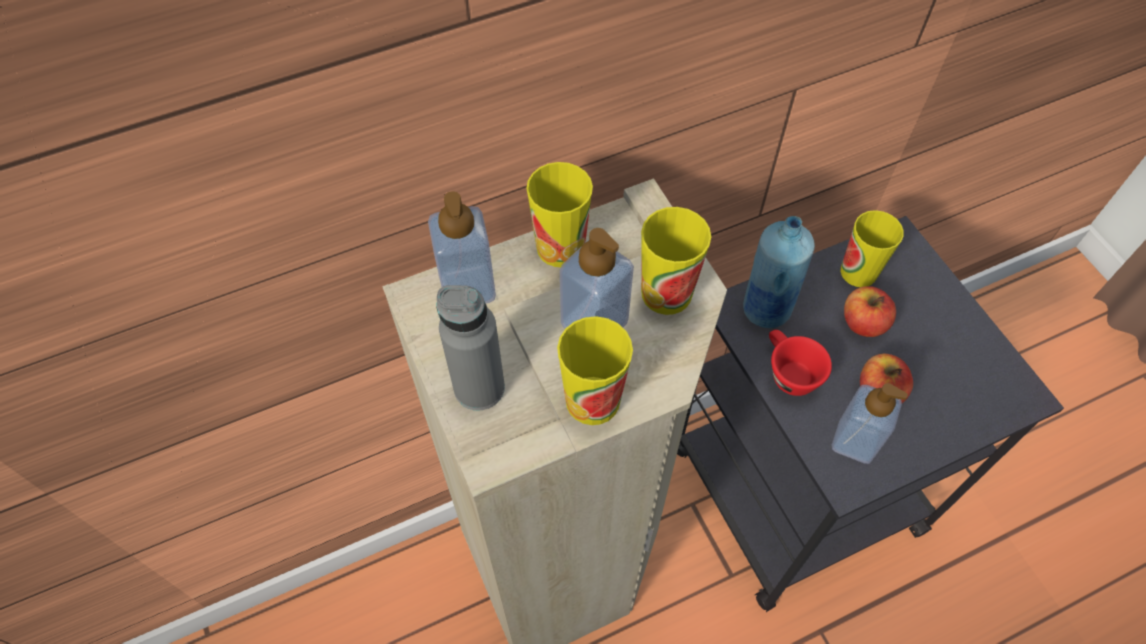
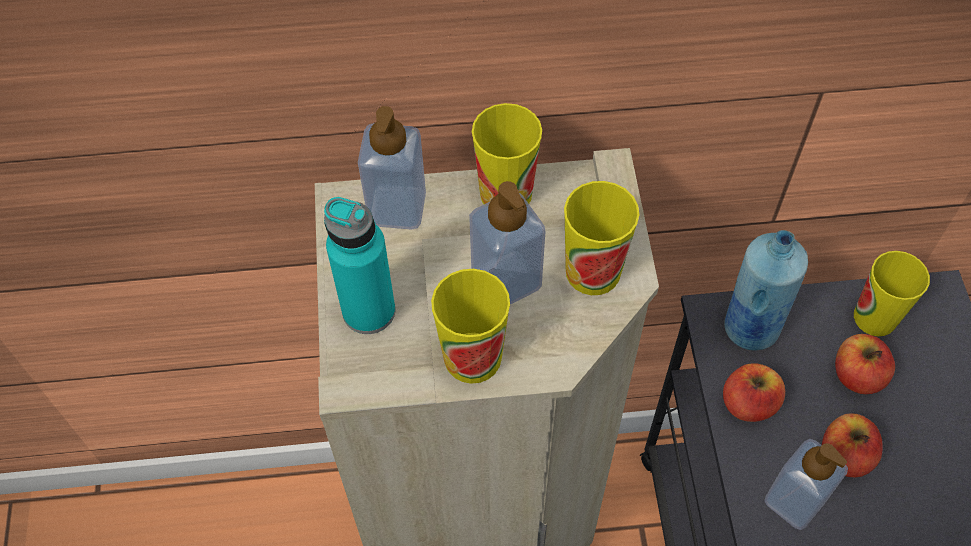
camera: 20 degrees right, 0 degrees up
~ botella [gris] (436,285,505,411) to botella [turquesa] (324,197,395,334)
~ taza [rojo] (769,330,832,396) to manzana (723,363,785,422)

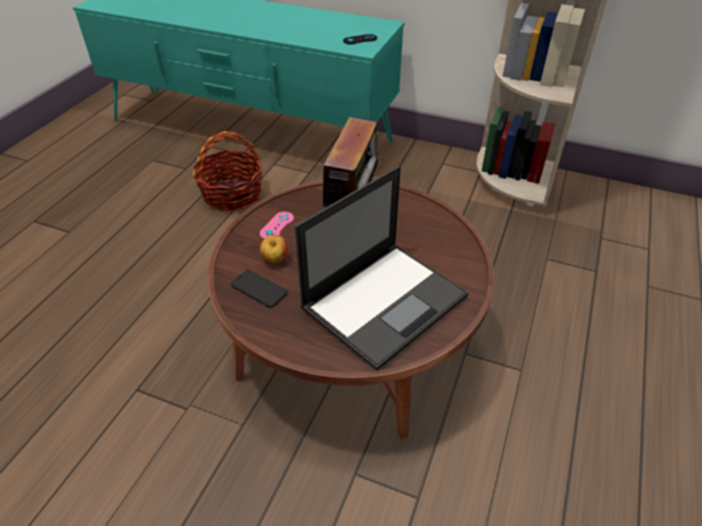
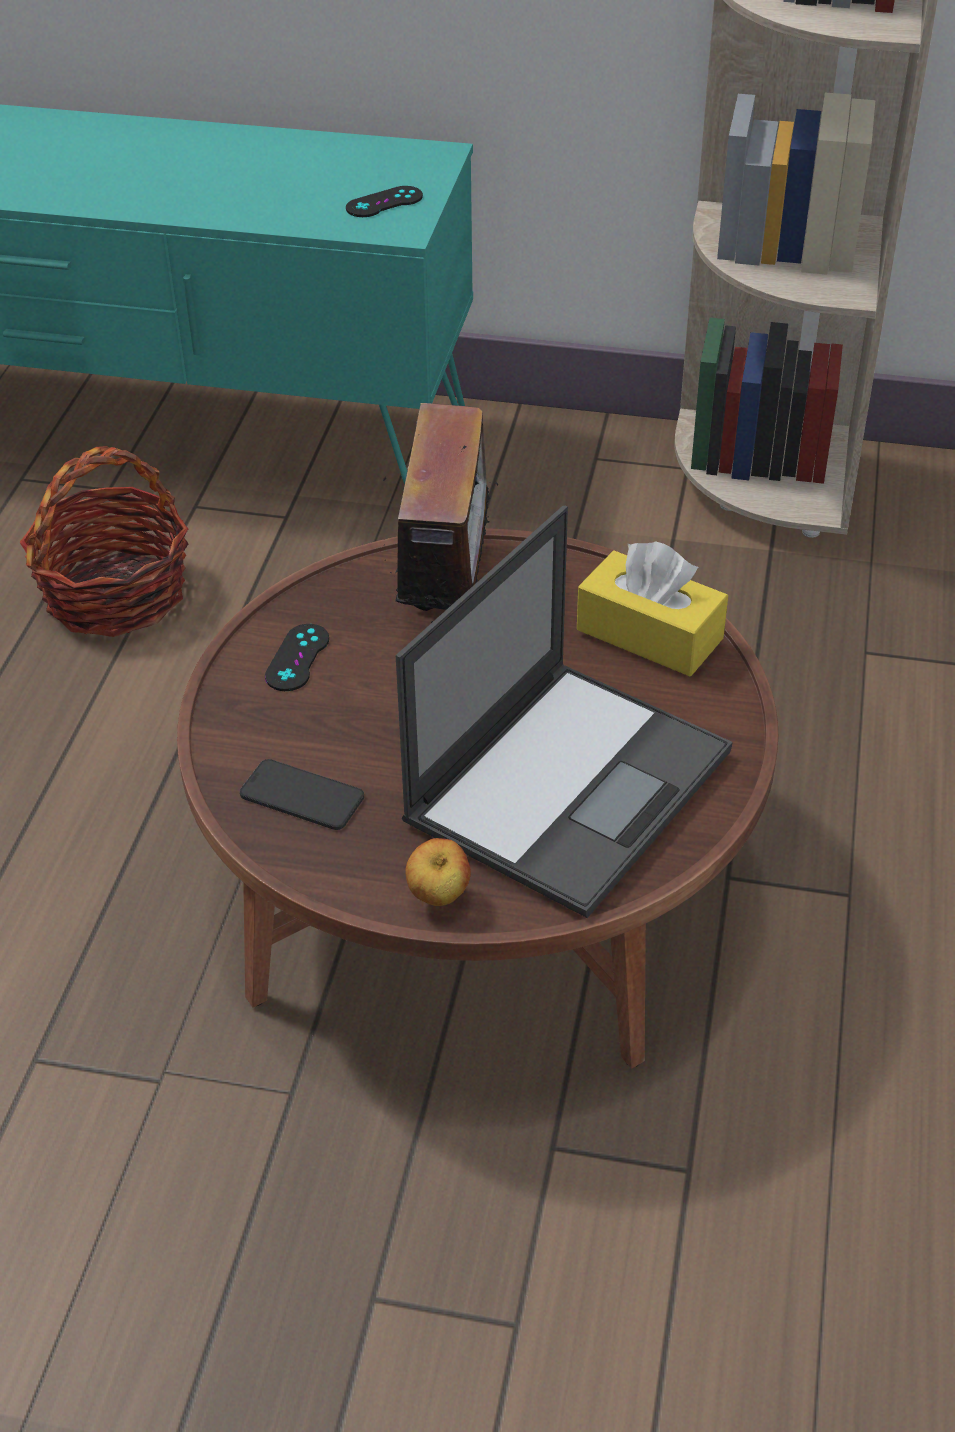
camera: 10 degrees left, 0 degrees up
~ mando de consola [rosa] (260,212,294,239) to mando de consola [negro] (265,624,329,691)
~ manzana (260,235,288,263) to (405,838,471,906)
+ caja de pañuelos [amarillo] (577,541,728,676)

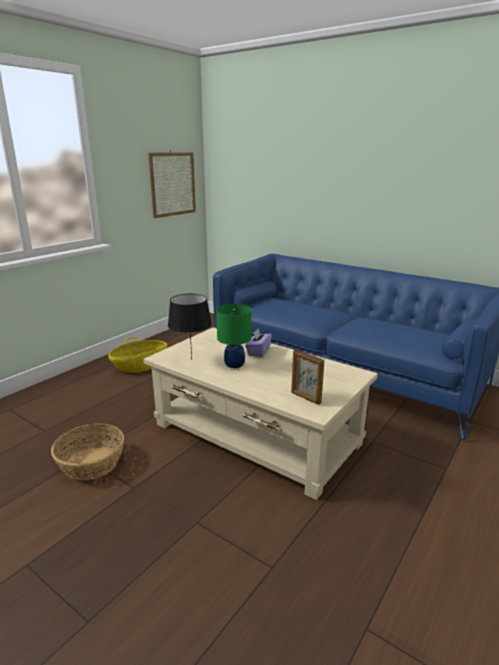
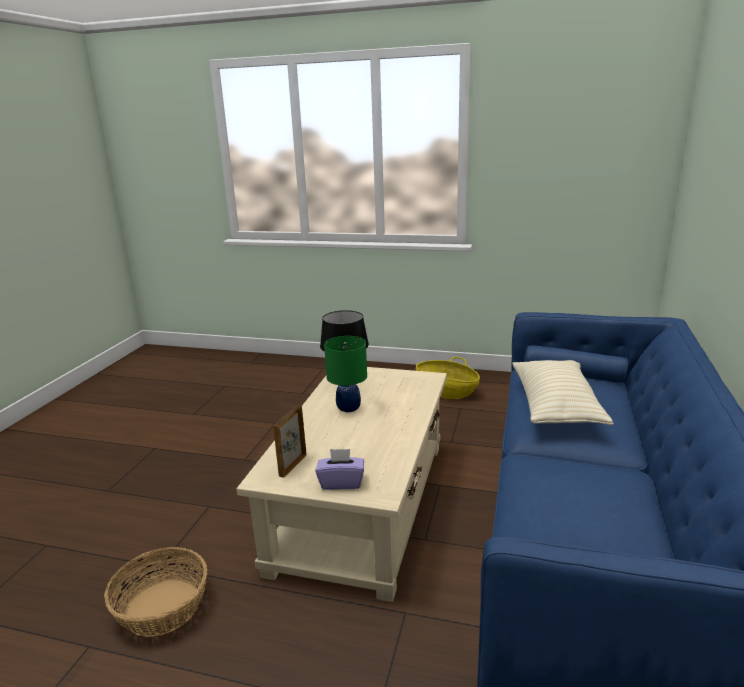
camera: 70 degrees right, 0 degrees up
~ cesta (51,423,124,480) to (104,547,207,637)
- cuadro (148,150,196,218)
~ caja de pañuelos [morado] (245,328,272,357) to (315,449,364,490)
+ cojín [beis] (512,360,614,425)

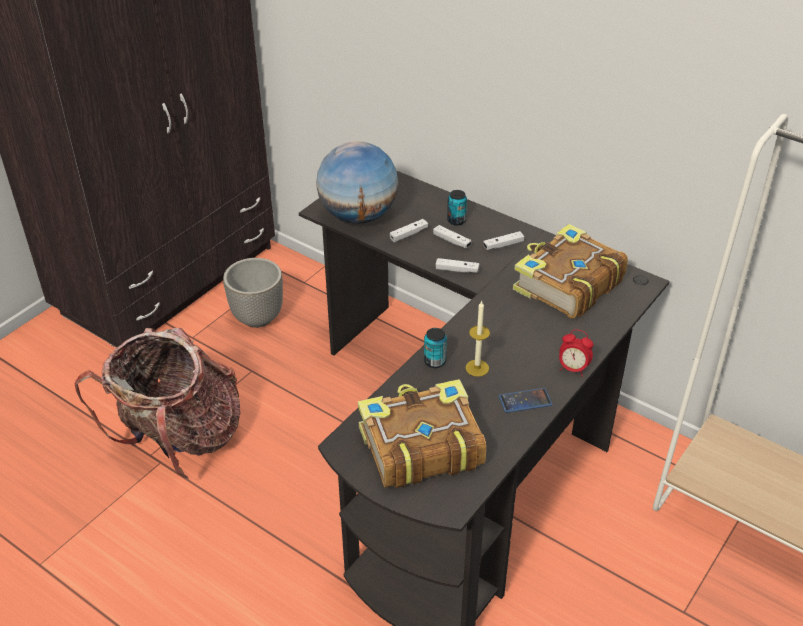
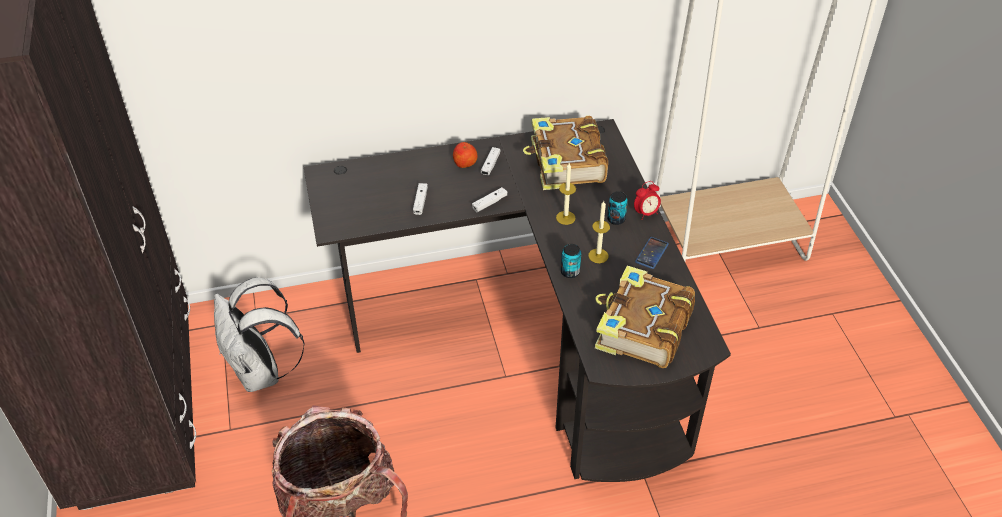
camera: 50 degrees left, 5 degrees up
~ maceta (223,258,283,328) to mochila [blanco] (214,277,305,392)
- globo terráqueo (317,141,398,224)
- mando de consola [blanco] (433,225,471,248)
~ lata (447,190,467,226) to (607,191,628,225)
+ manzana (453,142,478,168)
+ vela (556,163,576,225)

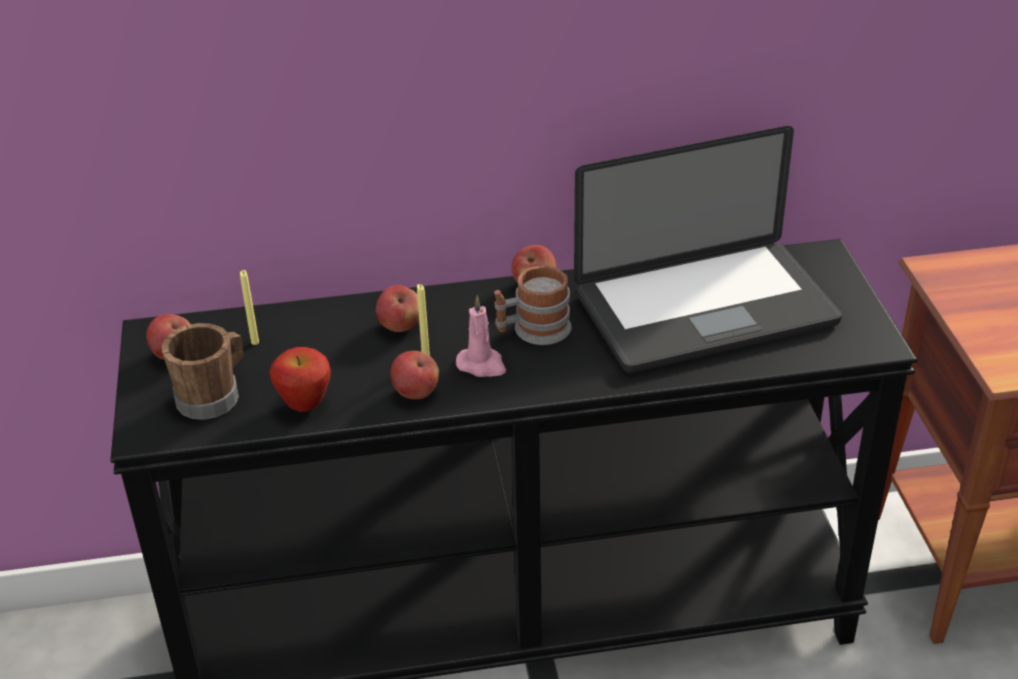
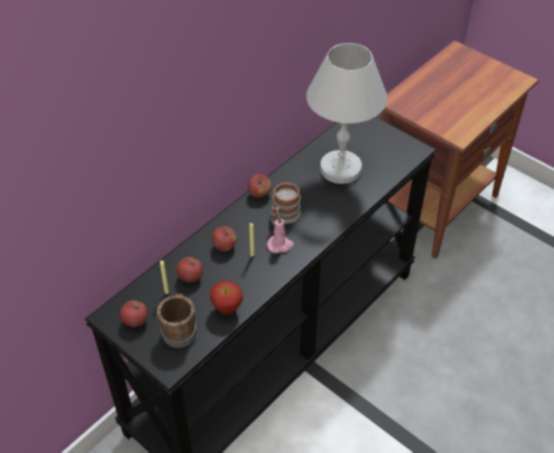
camera: 40 degrees left, 10 degrees up
~ manzana (390,351,439,399) to (177,257,203,283)
~ portátil (574,126,842,373) to lámpara de mesa [blanco] (306,43,387,184)

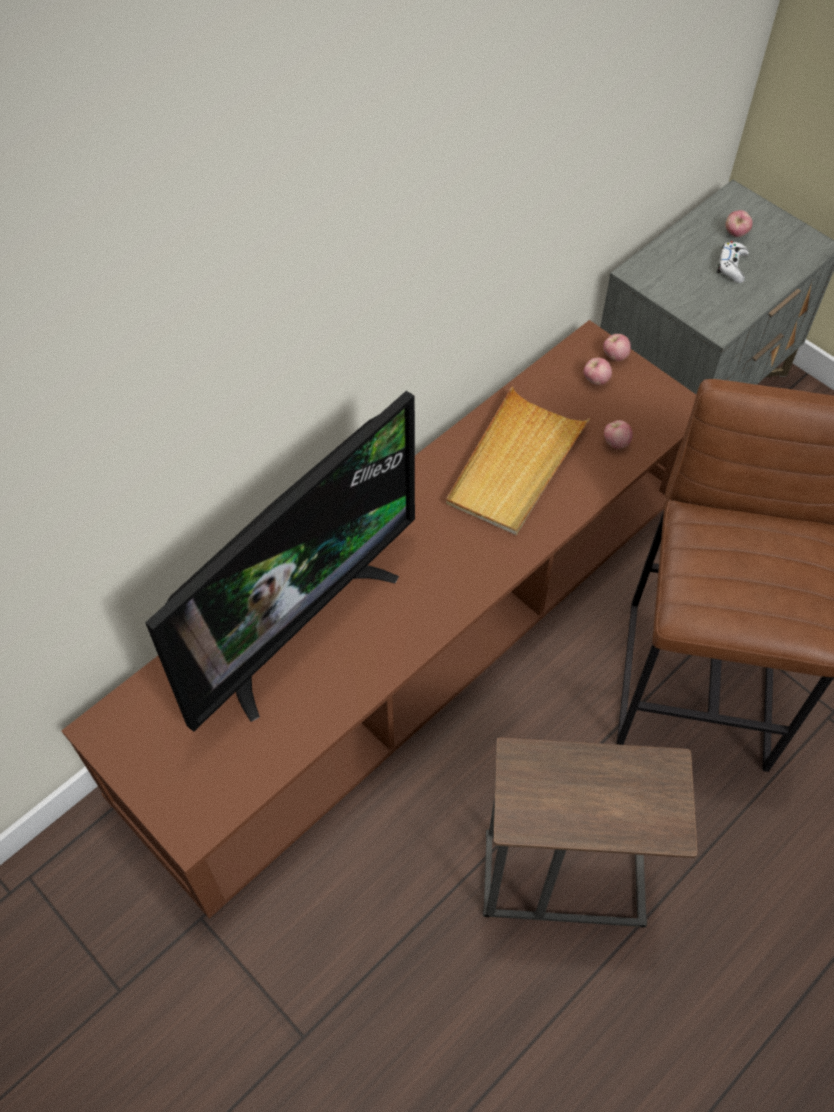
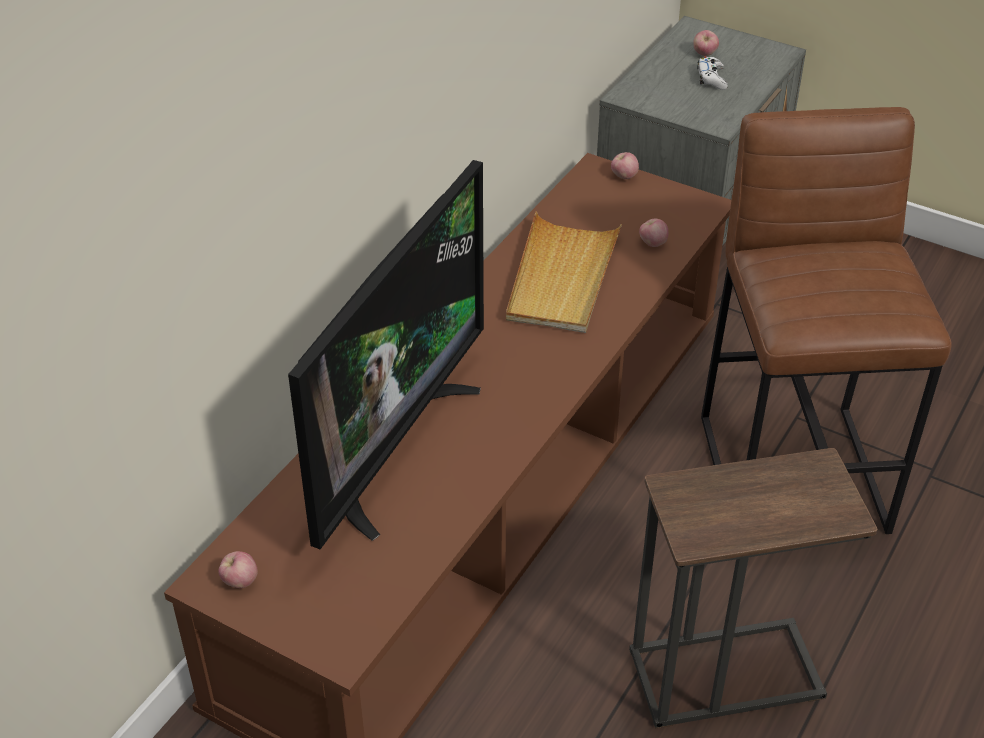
camera: 15 degrees left, 15 degrees down
~ manzana (584,358,612,385) to (219,551,258,588)

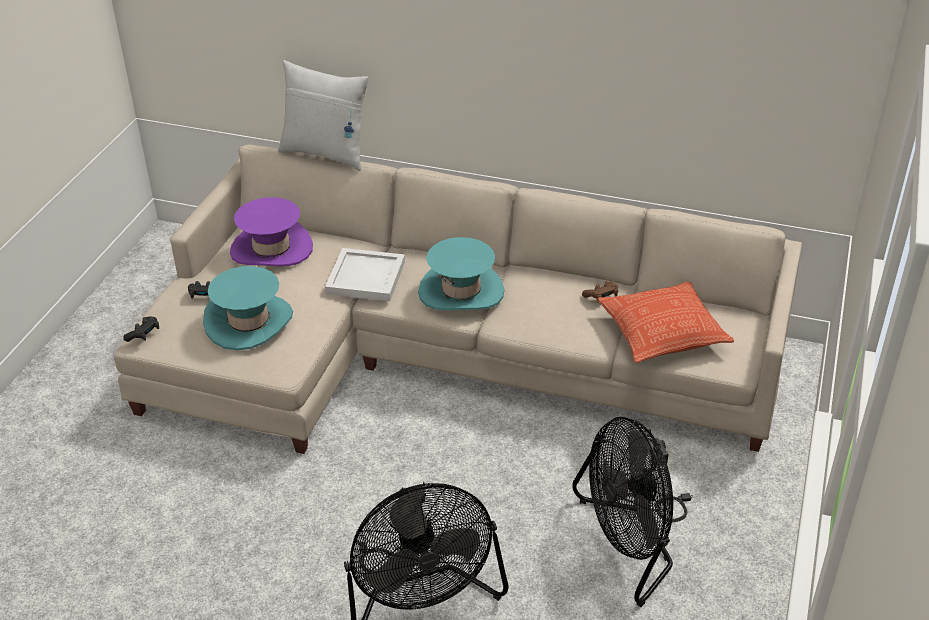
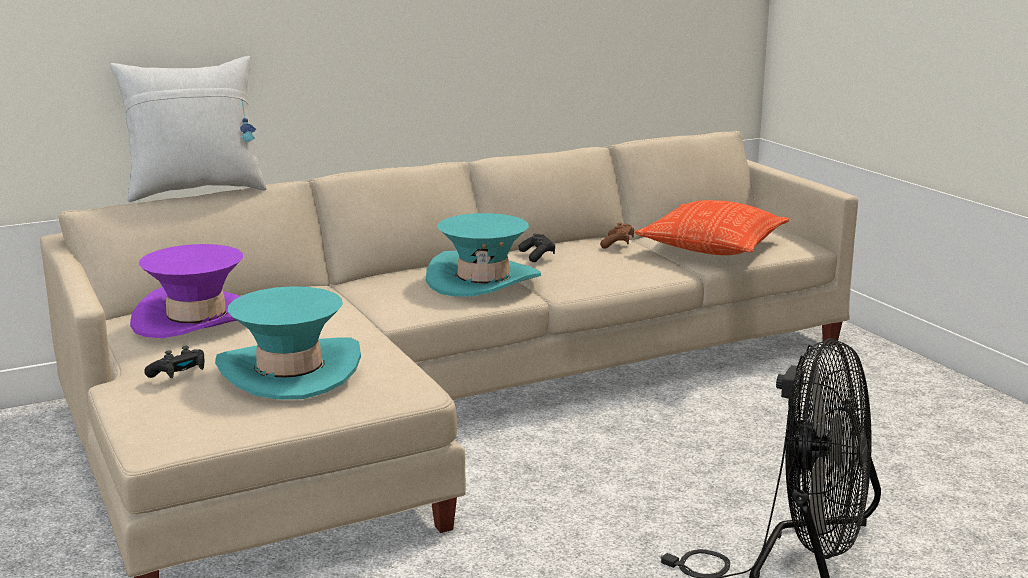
camera: 45 degrees left, 20 degrees down
~ mando de consola [negro] (123,317,159,342) to (518,234,555,262)
- bandeja [blanco] (325,248,405,301)
- ventilador [negro] (572,417,693,607)

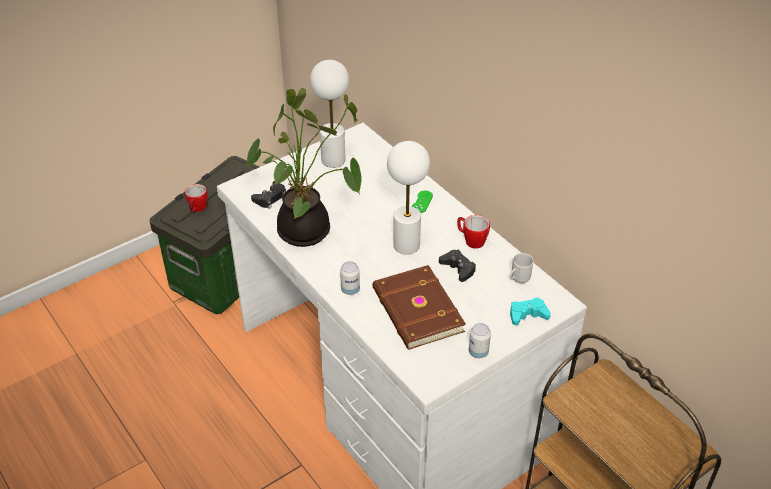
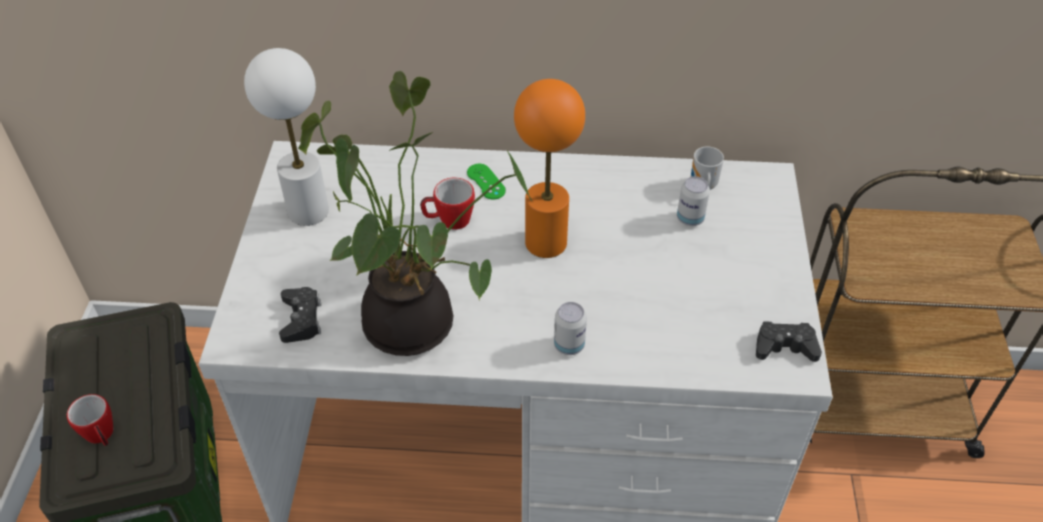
camera: 50 degrees left, 5 degrees up
- libro [marrón] (372,265,466,350)
~ lámpara de mesa [blanco] (387,141,430,255) to lámpara de mesa [naranja] (514,79,585,258)
~ mando de consola [negro] (439,250,476,282) to (756,321,822,362)
~ taza grande (457,215,490,249) to (420,177,475,230)
~ lata (469,323,491,358) to (677,176,710,226)
- mando de consola [turquesa] (510,297,551,325)

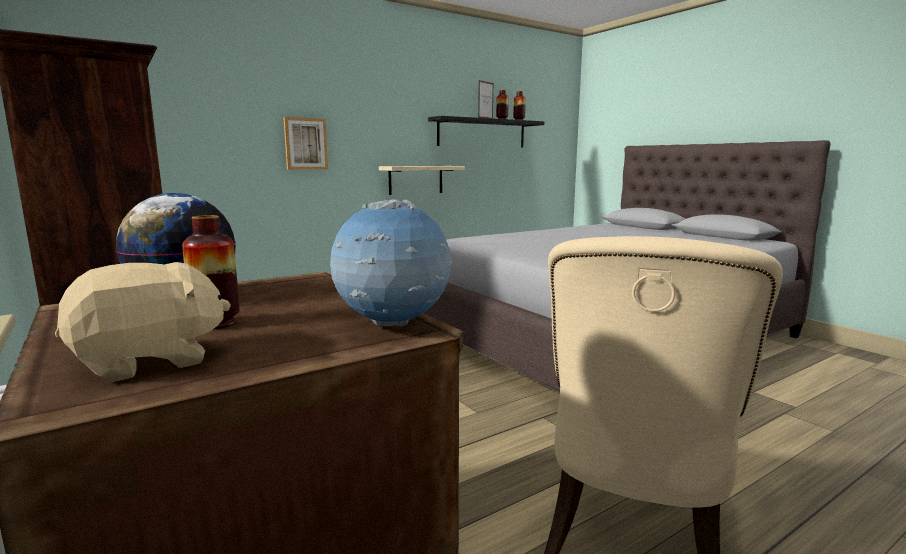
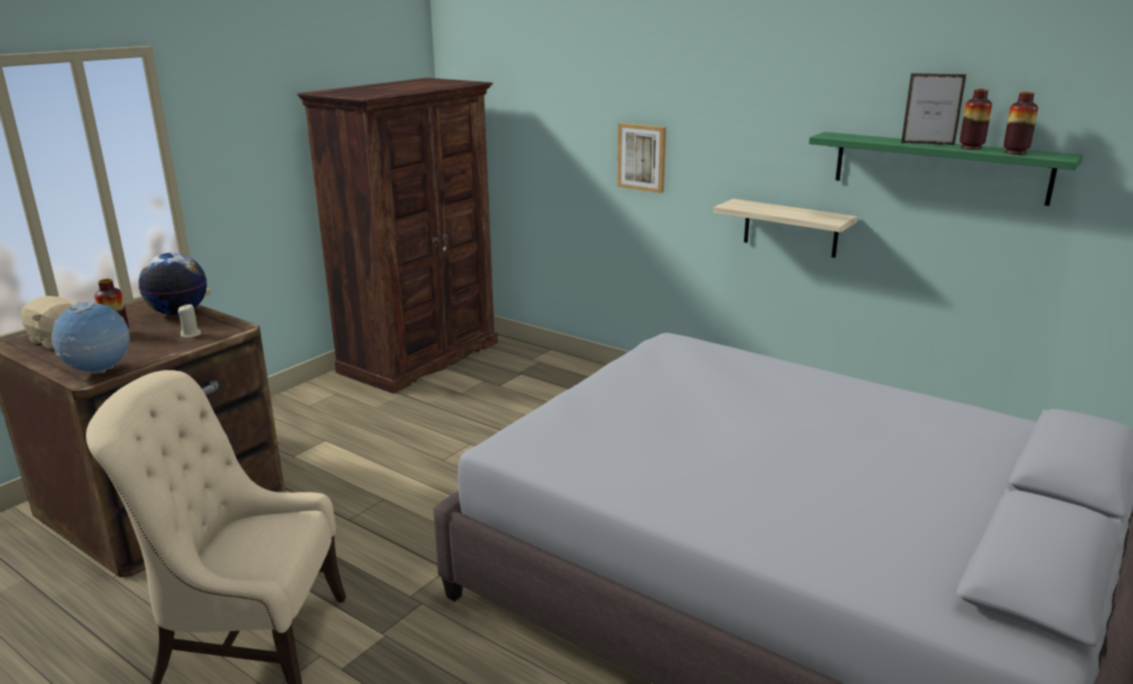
camera: 70 degrees right, 10 degrees up
~ estante [negro] (428,116,544,148) to estante [verde] (809,132,1083,206)
+ vela [beis] (178,304,202,338)

